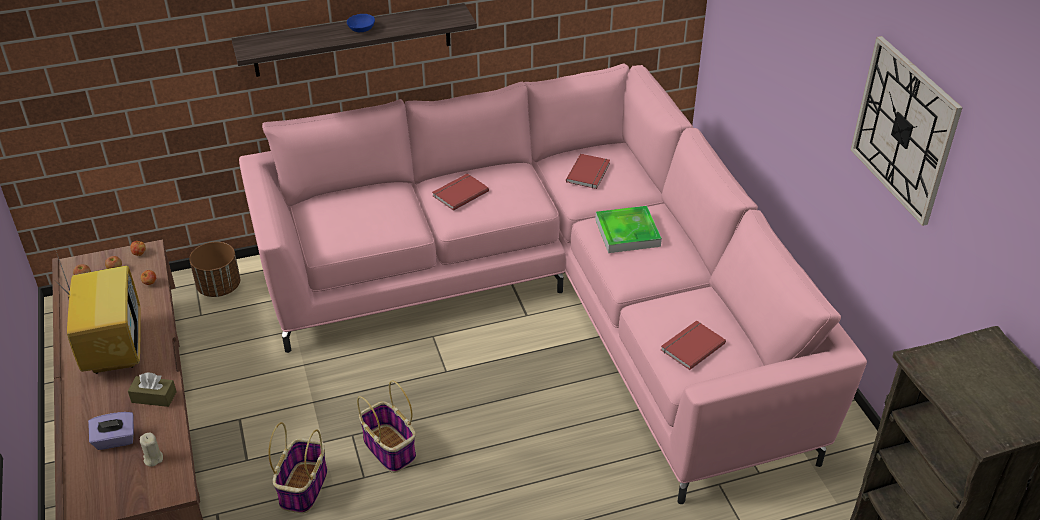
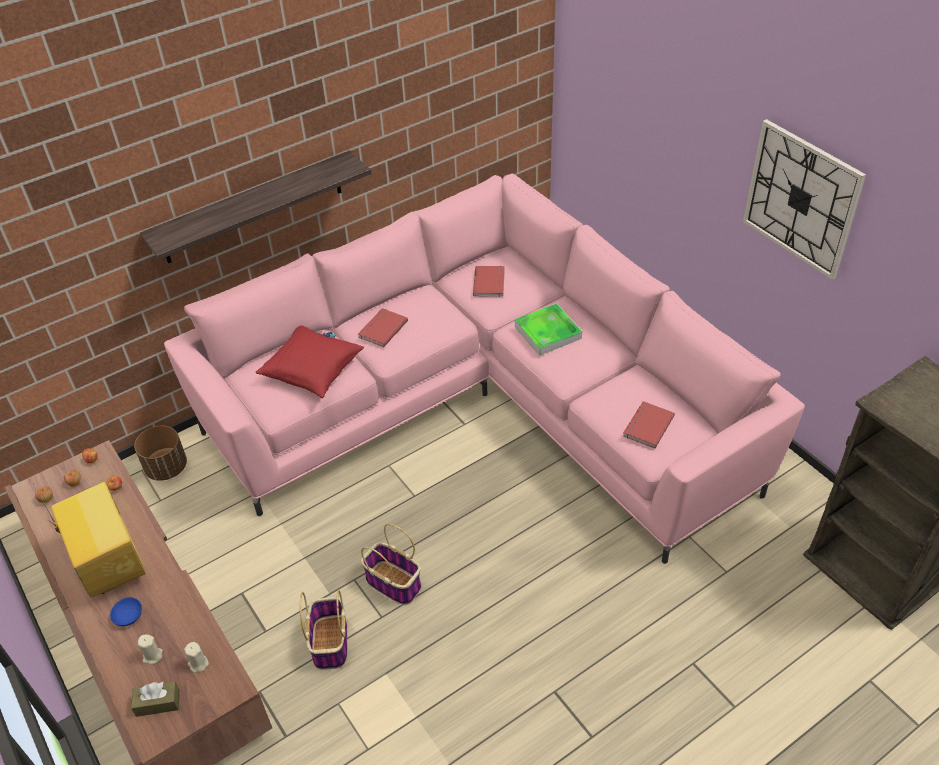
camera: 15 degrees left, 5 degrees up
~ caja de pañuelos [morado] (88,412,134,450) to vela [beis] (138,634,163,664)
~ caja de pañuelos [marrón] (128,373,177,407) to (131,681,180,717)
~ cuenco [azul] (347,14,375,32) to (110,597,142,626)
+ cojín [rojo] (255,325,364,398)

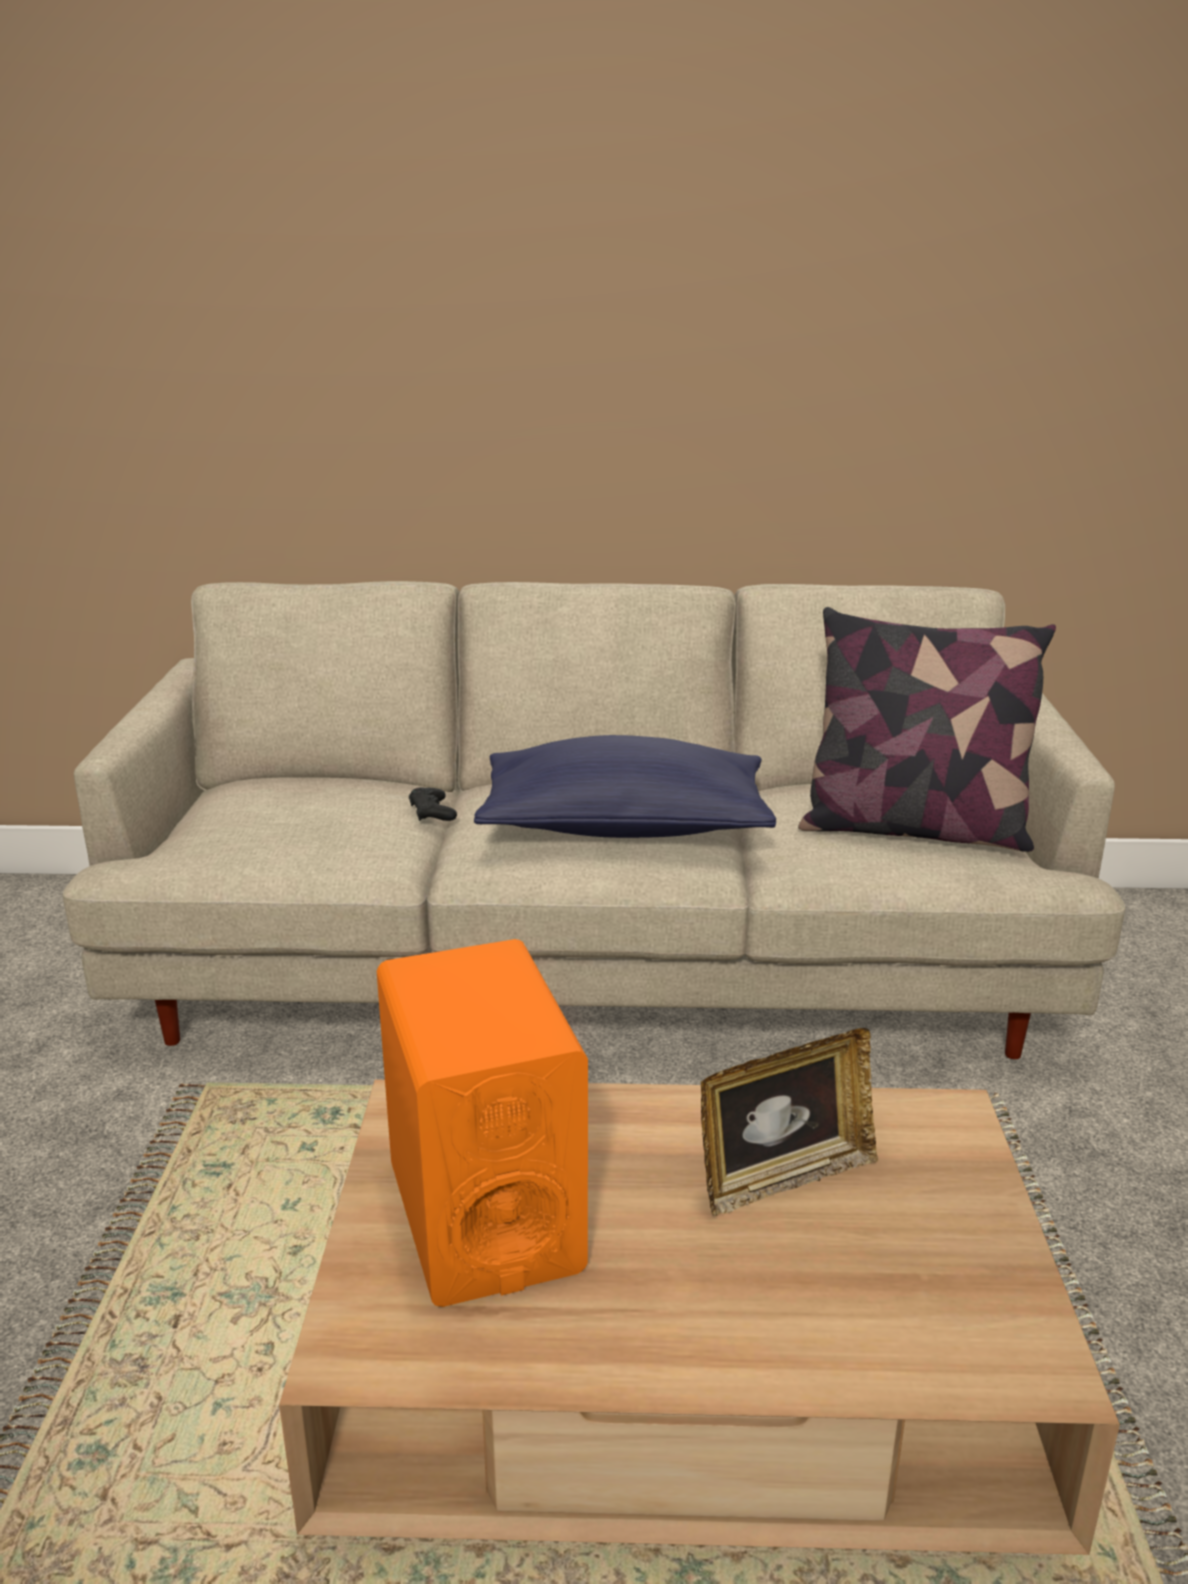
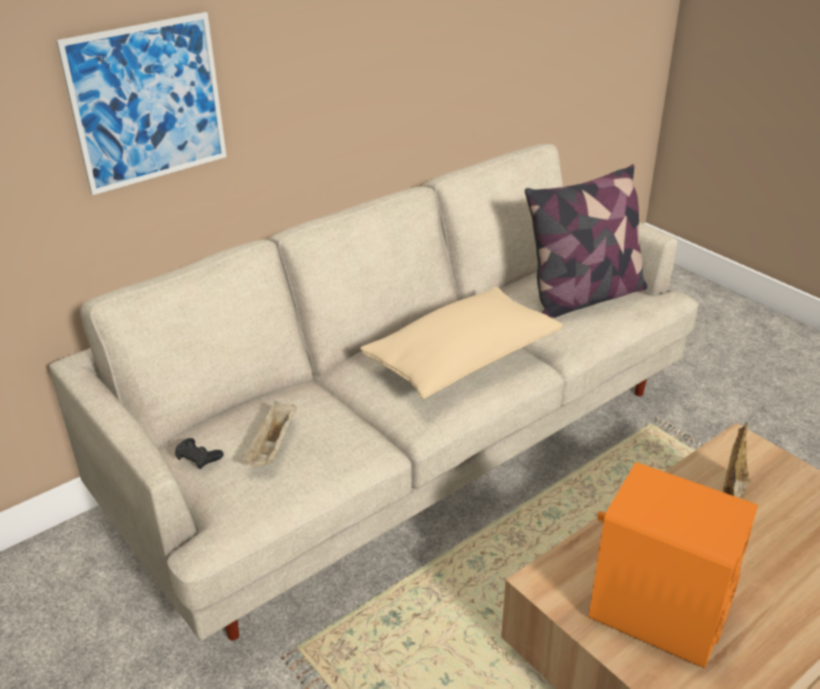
camera: 40 degrees left, 10 degrees up
~ mando de consola [negro] (409,787,457,821) to (175,438,224,469)
~ cojín [azul] (474,735,776,838) to cojín [beis] (360,287,563,399)
+ cuadro (56,12,227,195)
+ bandeja [beis] (242,401,296,466)

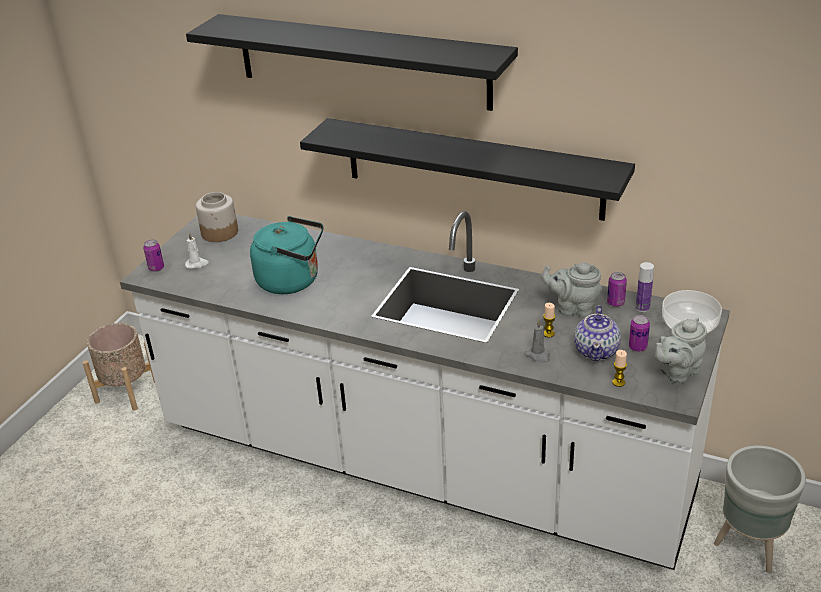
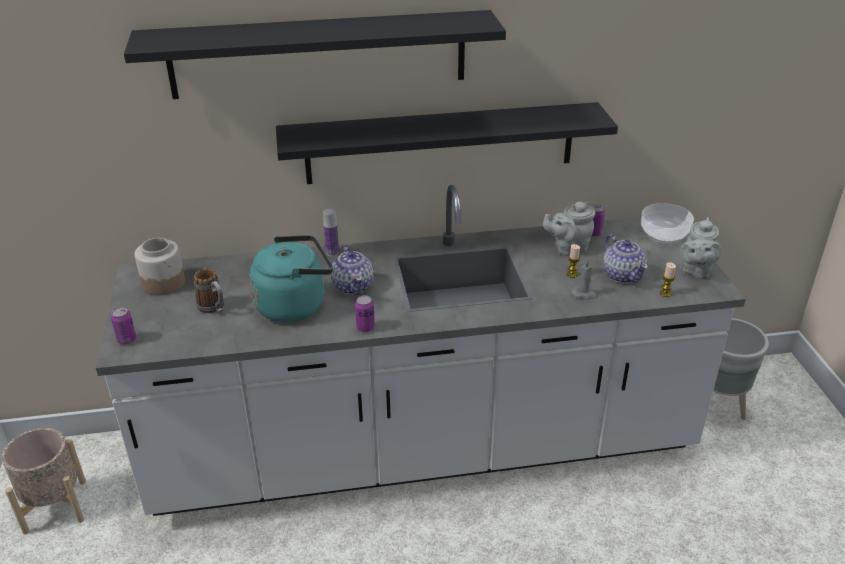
camera: 35 degrees left, 0 degrees up
- vela [blanco] (185,232,209,269)
~ lata (629,315,650,352) to (355,295,375,332)
~ botella (636,262,654,312) to (323,209,339,256)
+ taza grande (194,268,224,313)
+ tetera (331,245,374,295)

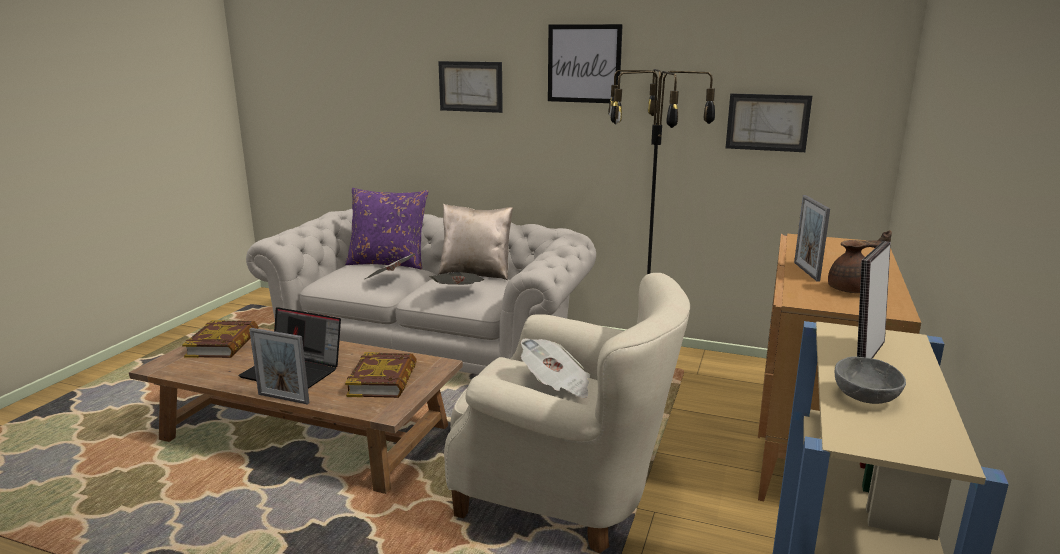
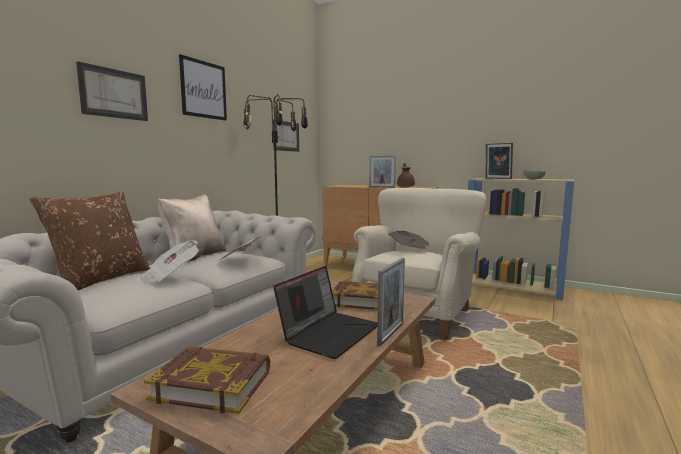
camera: 80 degrees left, 10 degrees down
~ cojín [morado] (345,188,428,270) to cojín [marrón] (30,191,151,290)

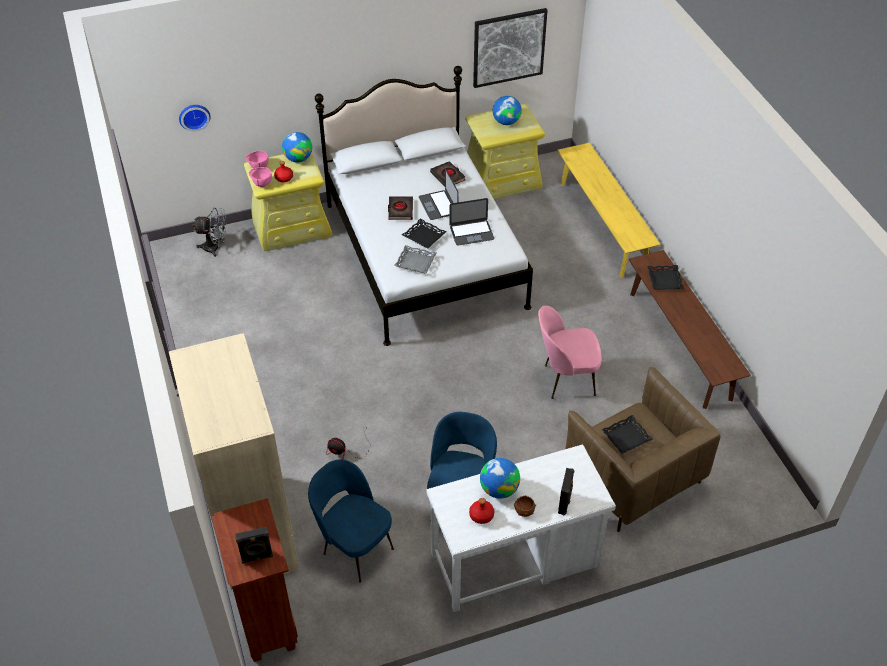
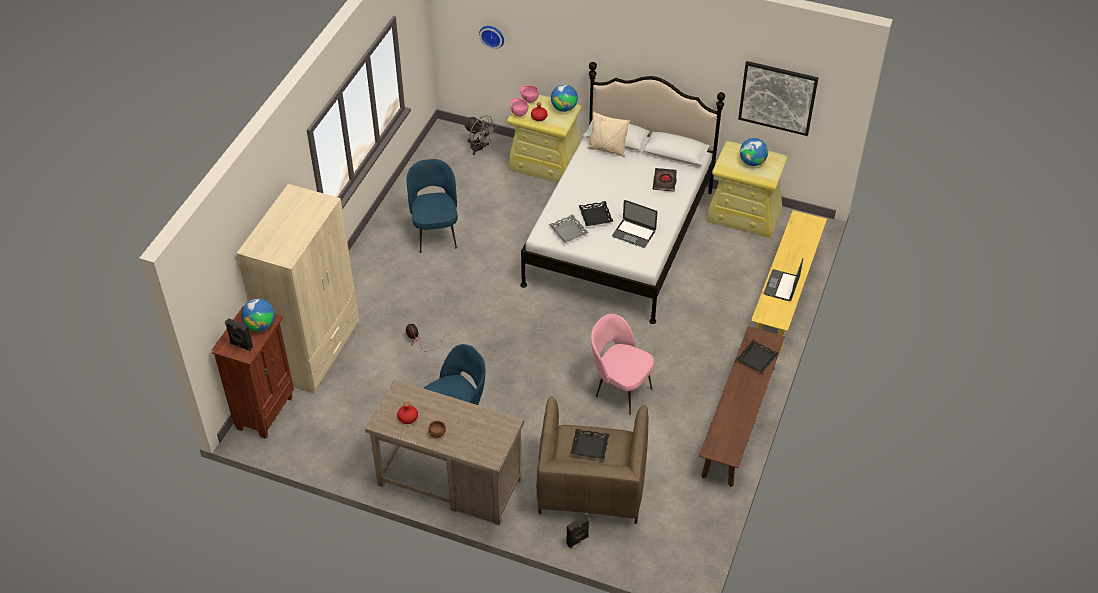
camera: 40 degrees right, 0 degrees up
~ silla [azul] (308,459,394,583) to (407,159,458,253)
- libro [negro] (388,196,413,220)
~ portátil (419,169,459,220) to (764,258,803,301)
~ escritorio [blanco] (426,444,616,612) to escritorio [marrón] (365,380,524,525)
~ globo terráqueo (480,458,520,499) to (241,299,275,331)
~ altavoz [negro] (558,468,574,516) to (566,515,589,548)
+ cojín [beis] (587,111,630,157)

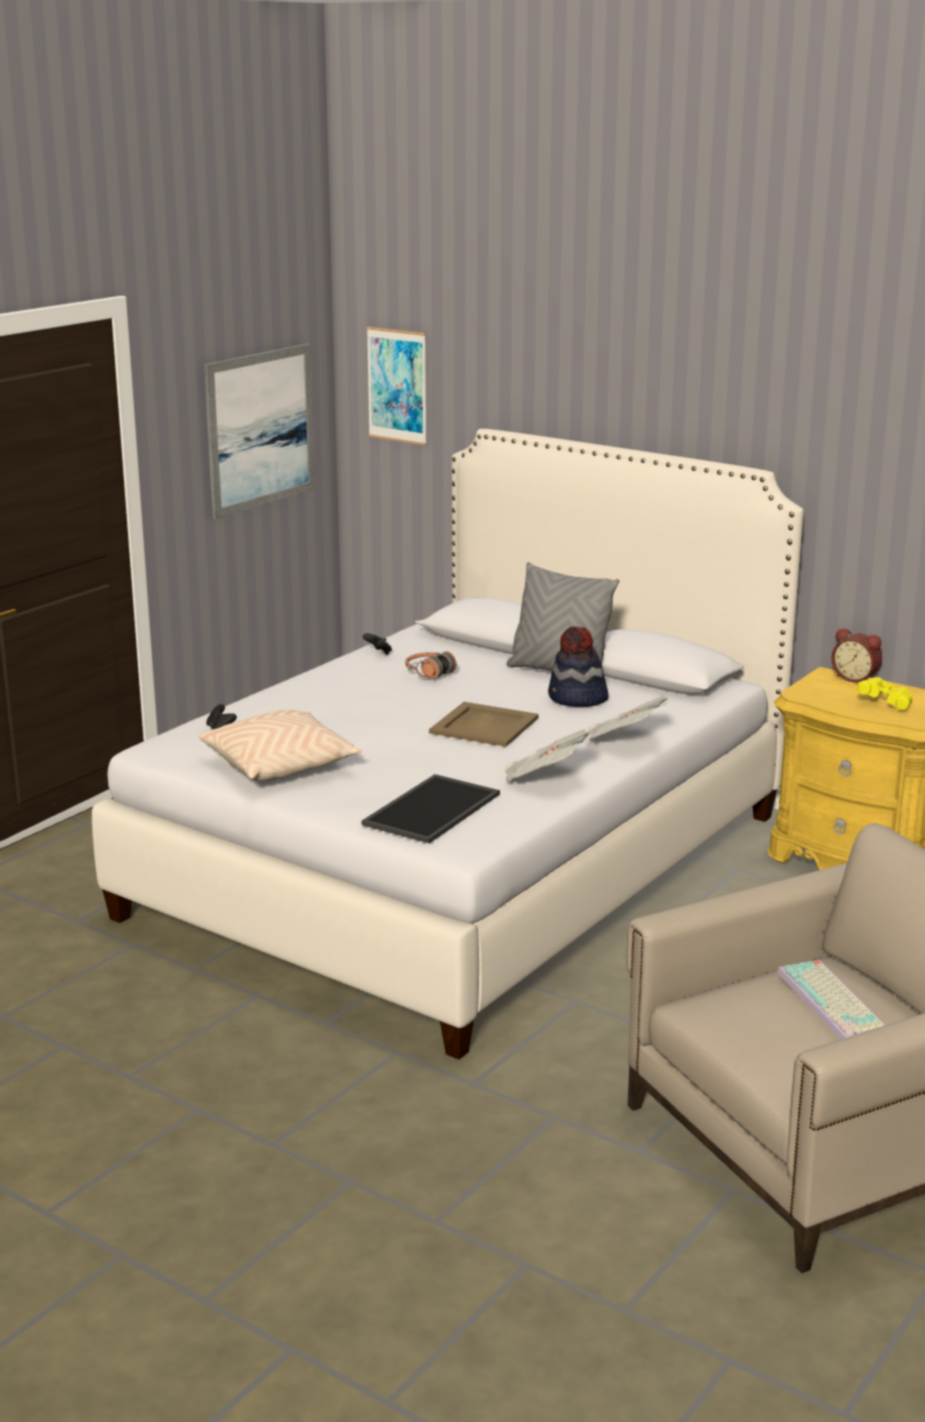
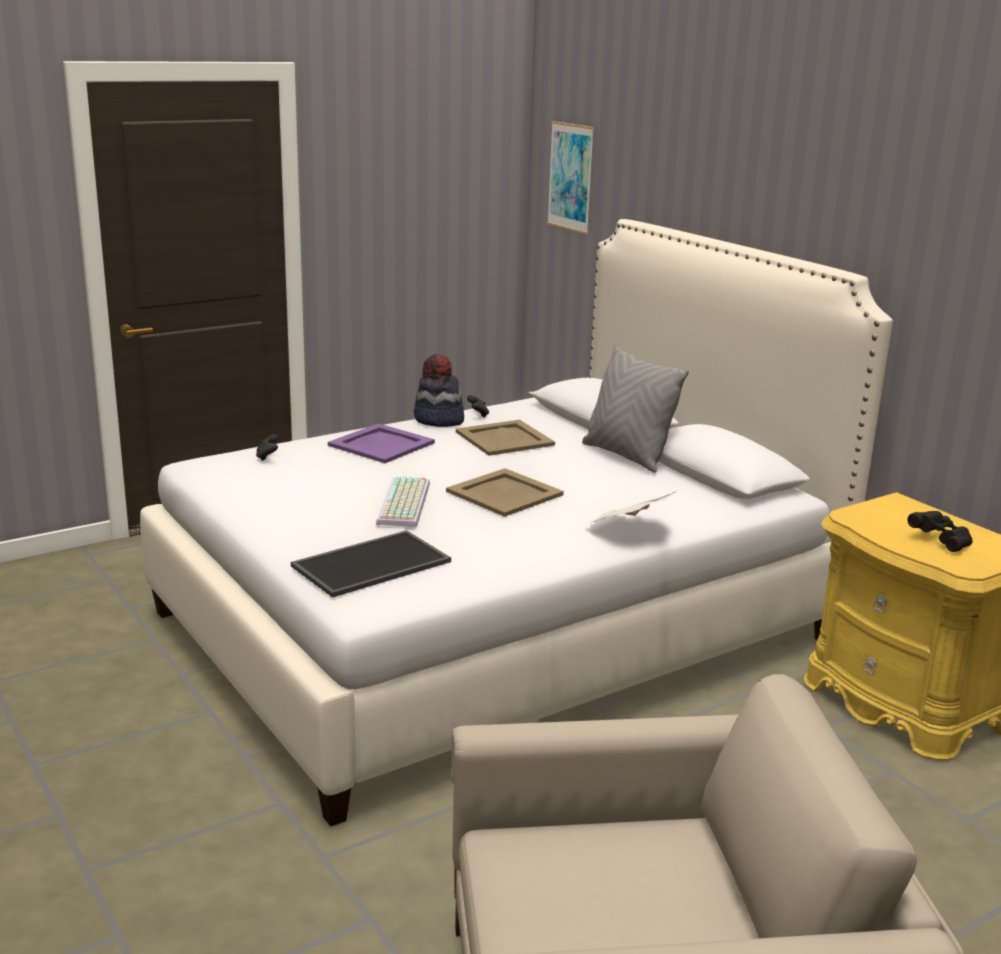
camera: 20 degrees right, 0 degrees up
- cojín [beis] (199,710,362,782)
- cuadro (204,344,315,519)
~ auriculares (405,651,457,679) to bandeja [beis] (456,420,555,456)
- periódico (505,729,592,781)
~ sombrero (548,626,609,707) to (414,354,464,427)
~ teclado (777,960,885,1039) to (376,476,430,527)
- despertador (831,628,882,682)
~ prismáticos [amarillo] (857,677,913,710) to prismáticos [negro] (907,511,973,552)
+ bandeja [morado] (328,423,435,463)

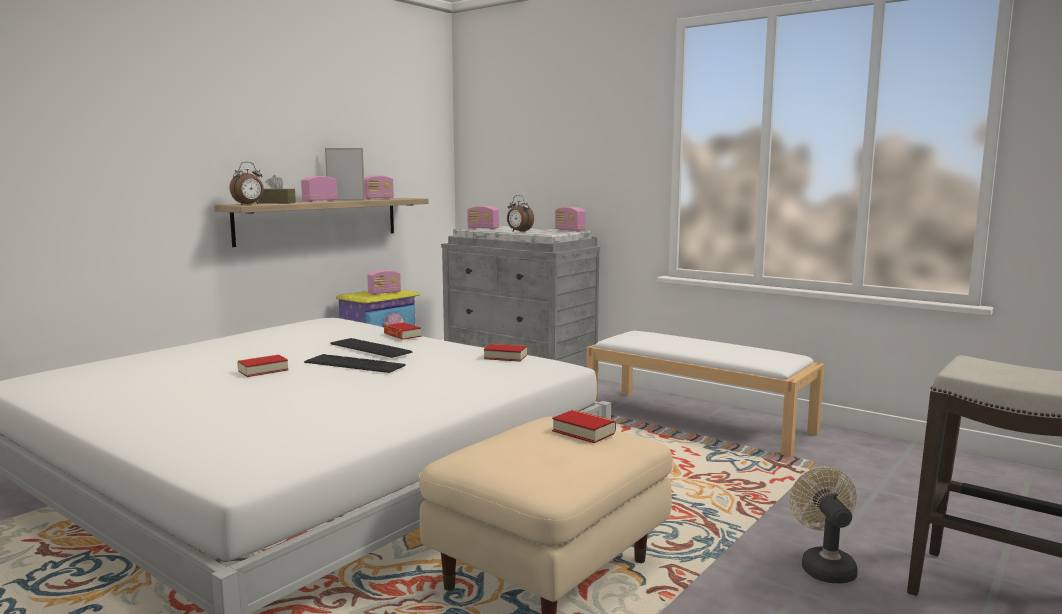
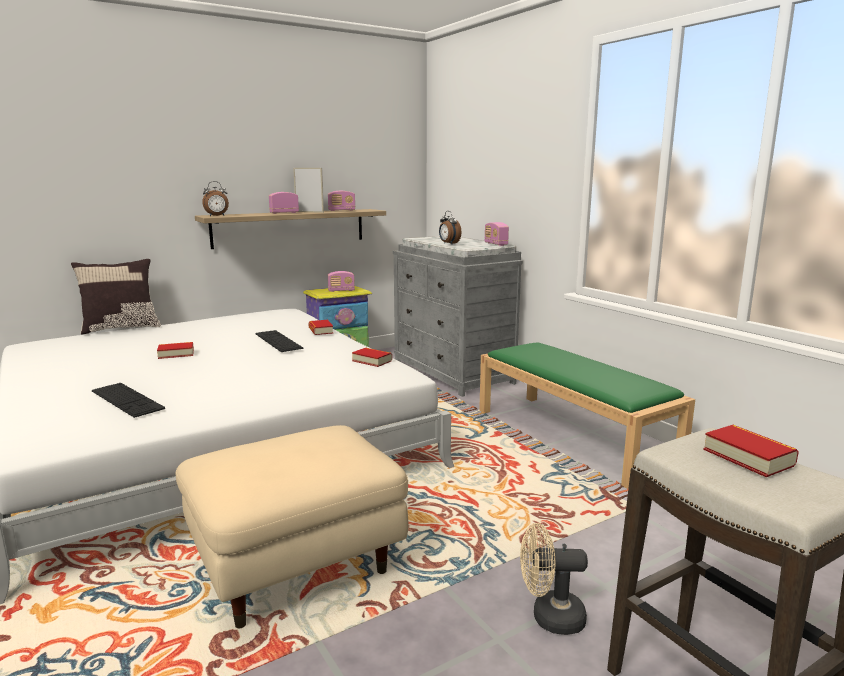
camera: 20 degrees right, 5 degrees up
- caja de pañuelos [marrón] (258,175,296,204)
~ teclado (304,354,405,373) to (92,383,165,418)
- radio (467,206,499,229)
~ libro (552,410,616,443) to (703,425,799,477)
~ banco [blanco] (586,331,824,457) to banco [verde] (479,342,695,489)
~ ventilador [beis] (790,467,858,583) = (520,523,588,635) 105 degrees counterclockwise
+ cojín (71,259,161,334)

